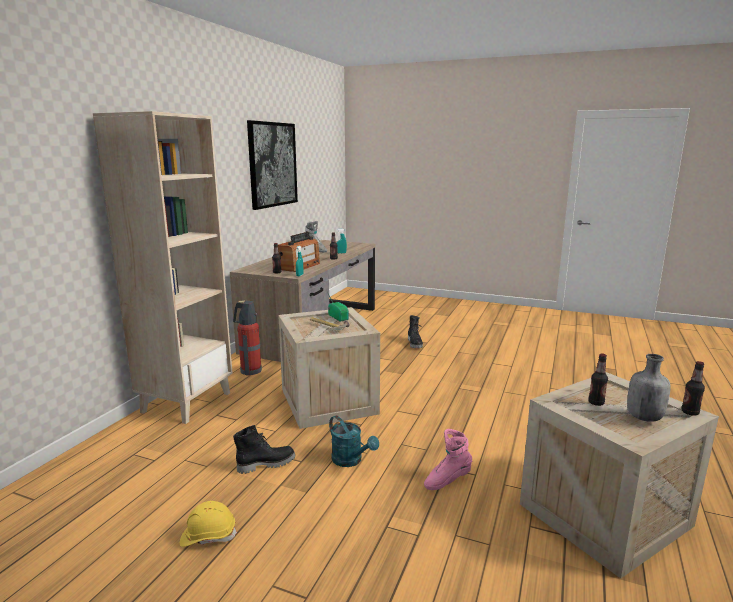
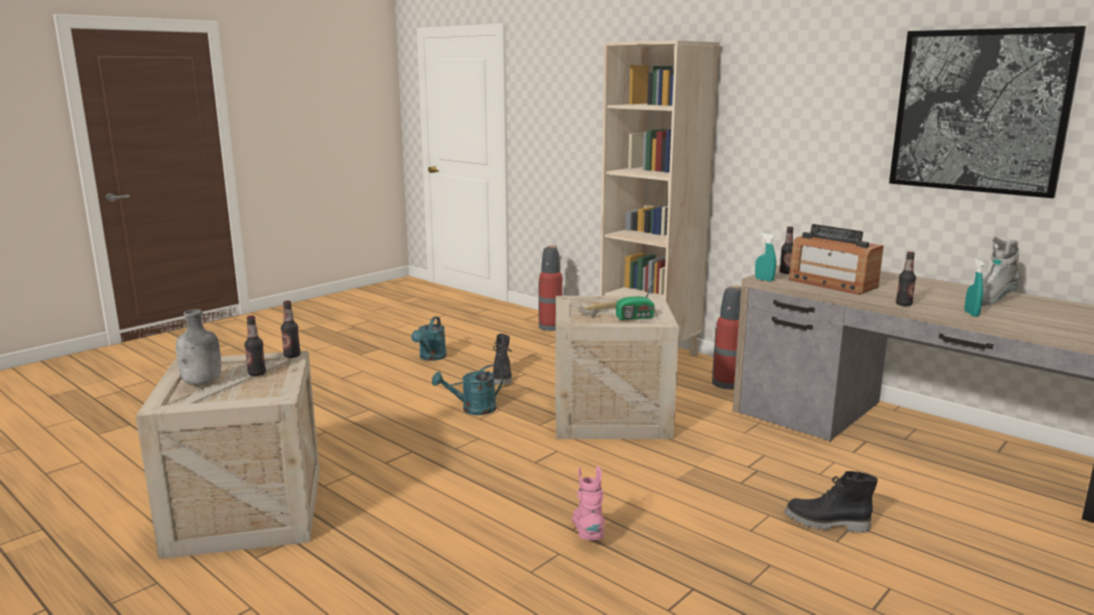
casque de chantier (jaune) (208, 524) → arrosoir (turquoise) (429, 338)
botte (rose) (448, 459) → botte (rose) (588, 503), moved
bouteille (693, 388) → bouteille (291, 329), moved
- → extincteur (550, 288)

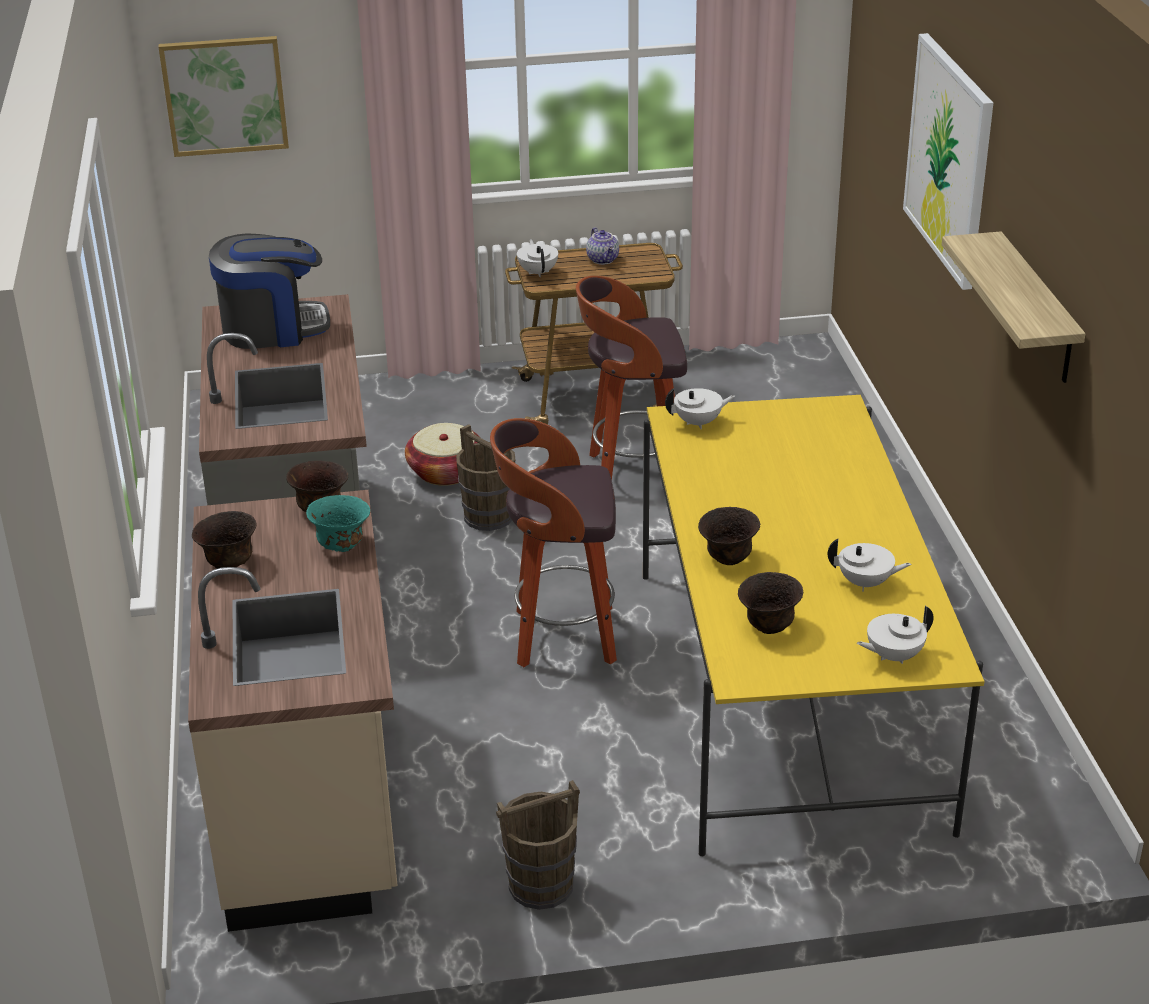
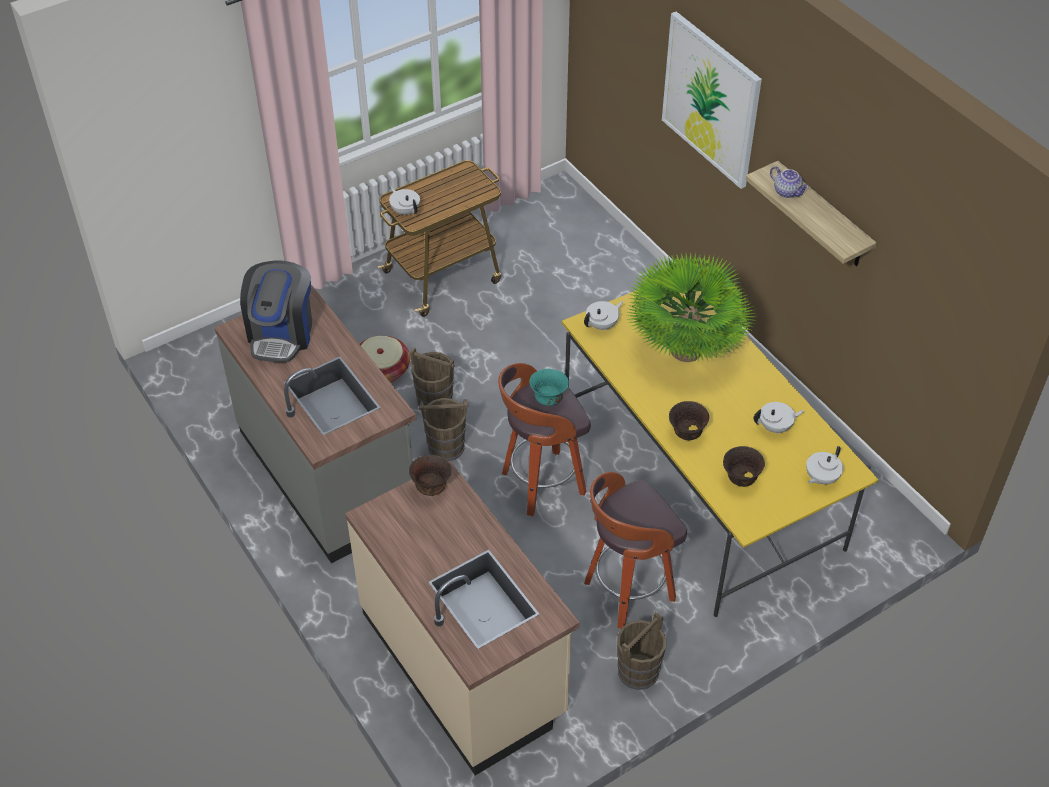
tableau (224, 96) → -
bol (marron) (224, 540) → -
machine à café (269, 291) → machine à café (276, 311), 135 degrees clockwise
bol (turquoise) (338, 523) → bol (turquoise) (549, 387), moved
tabouret (631, 378) → tabouret (635, 550), moved
théière (602, 246) → théière (789, 182), moved
- → seau (marron) (443, 429)
- → plante en pot (692, 307)

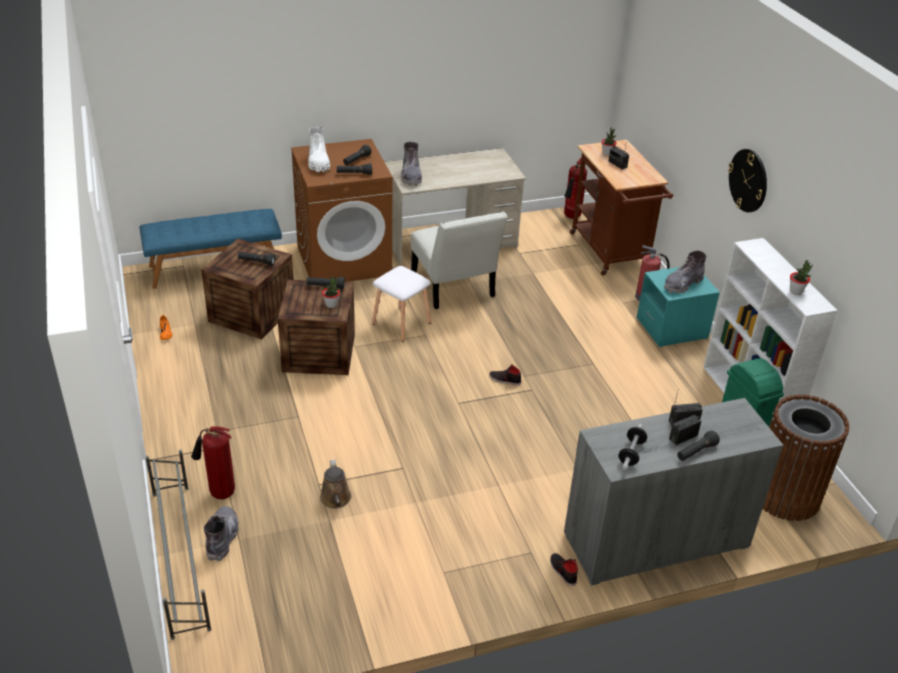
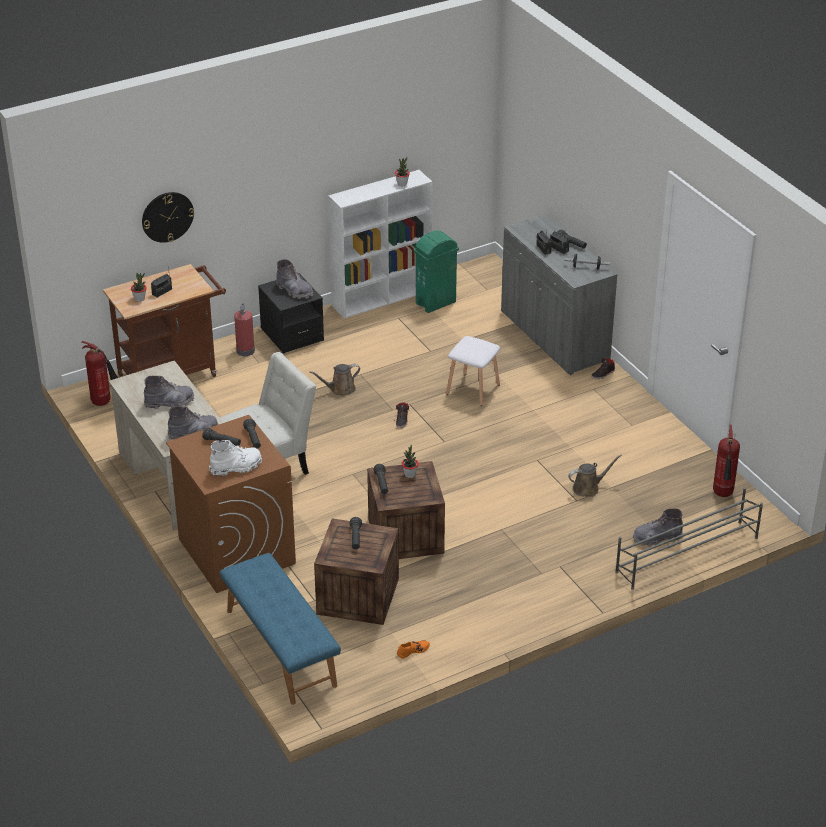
extincteur (213, 463) → extincteur (726, 461), moved
tabouret (blanc) (401, 304) → tabouret (blanc) (473, 371), moved
table de chevet (turquoise) (678, 307) → table de chevet (noir) (291, 313)
horloge murale (747, 180) → horloge murale (168, 217), moved
poubelle (marron) (806, 457) → -
- → botte (gris) (169, 392)
- → arrosoir (marron) (334, 379)

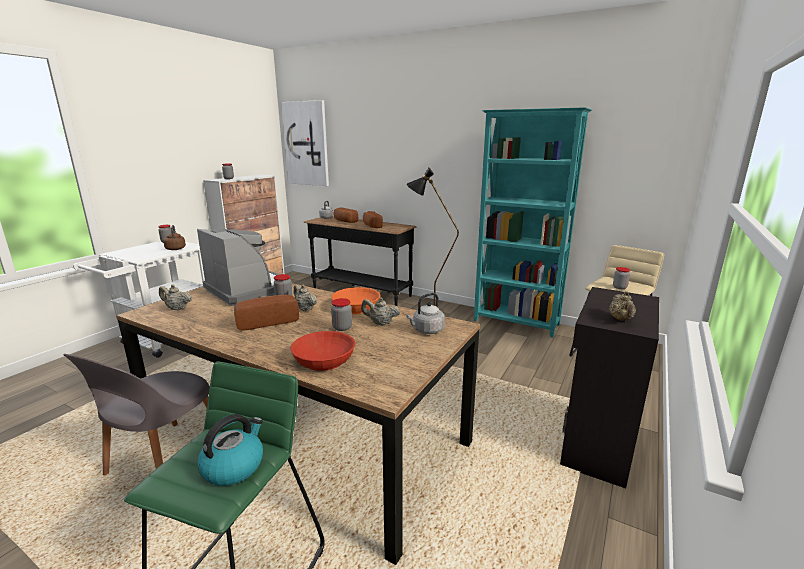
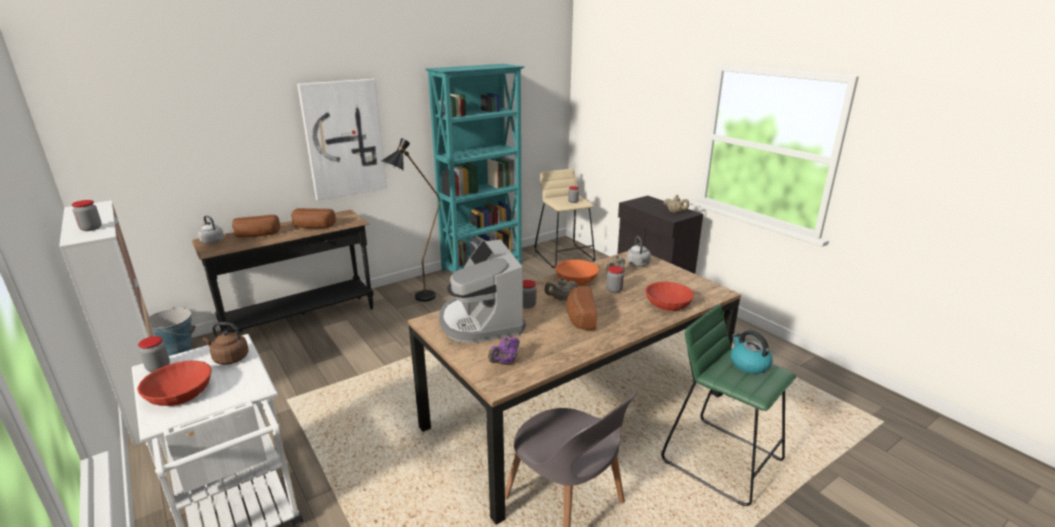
théière (beige) (175, 297) → théière (violet) (504, 350)
machine à café (238, 267) → machine à café (482, 291), 90 degrees counterclockwise
tableau (305, 143) → tableau (342, 140), moved
- → bol (rouge) (174, 383)
- → seau (172, 331)

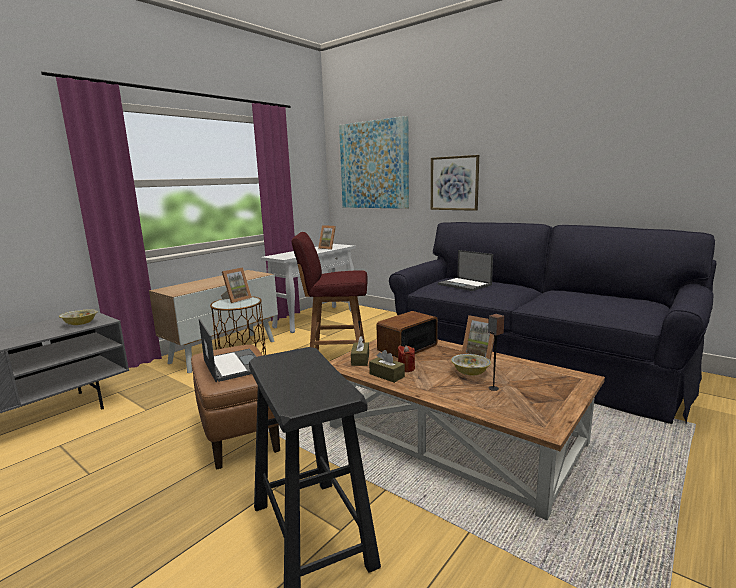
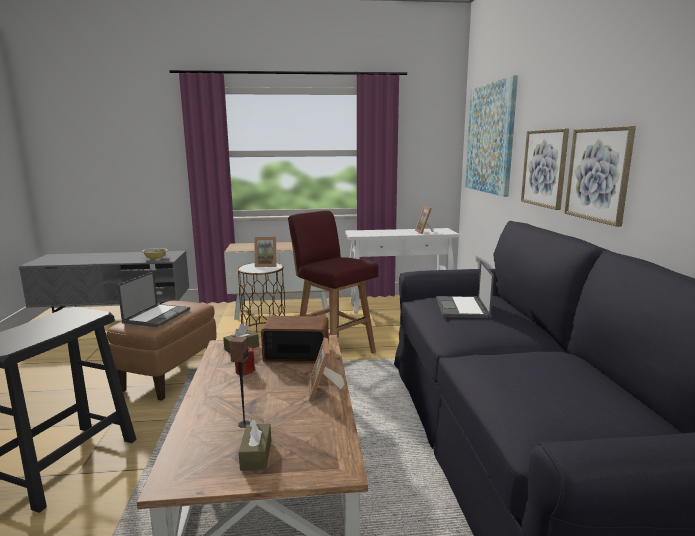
boîte à mouchoirs (marron) (387, 366) → boîte à mouchoirs (marron) (255, 445), moved
bol (471, 365) → -
- → tableau (600, 176)

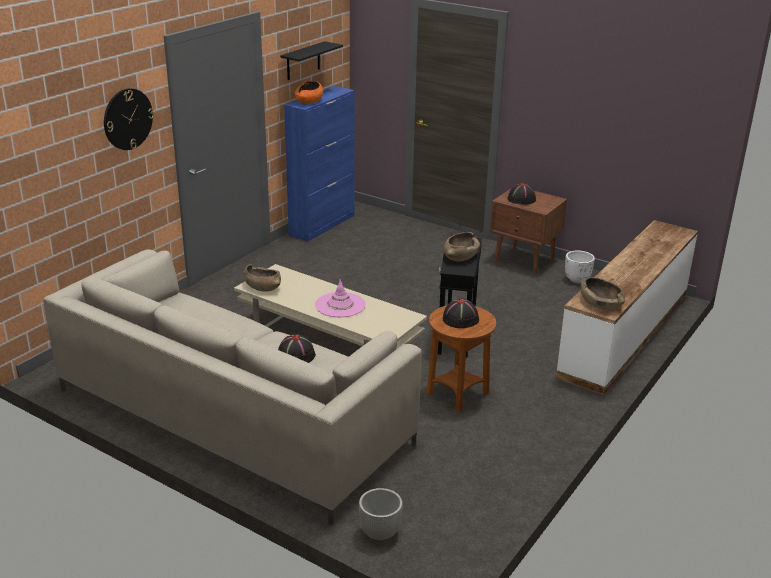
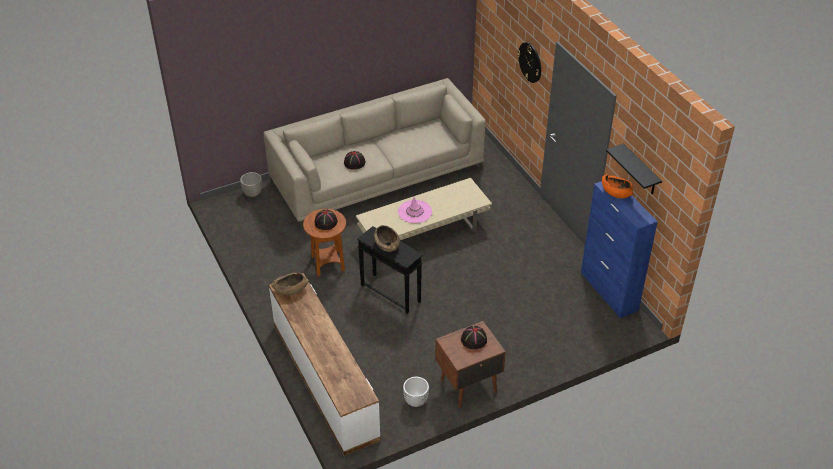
bol (marron) (262, 278) → -

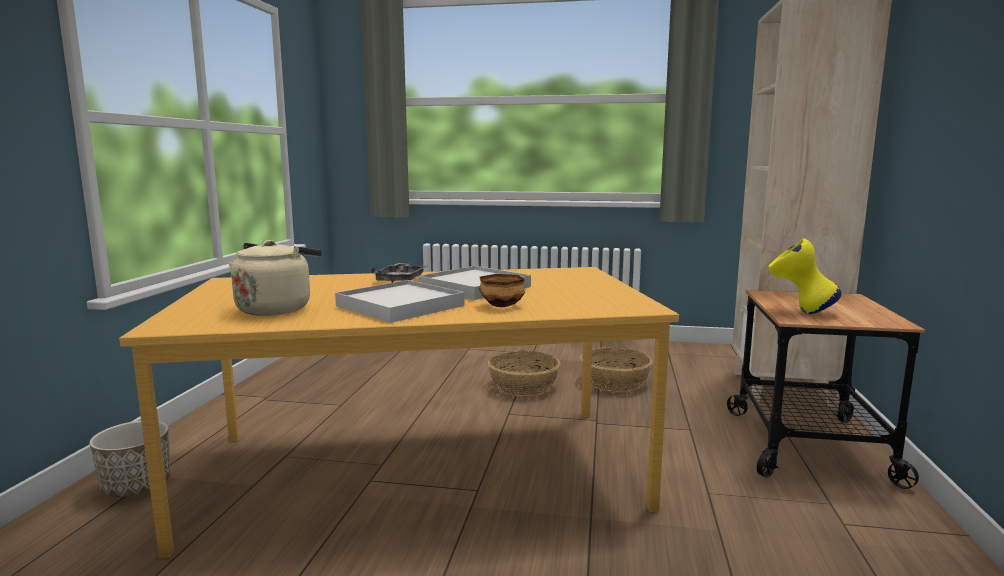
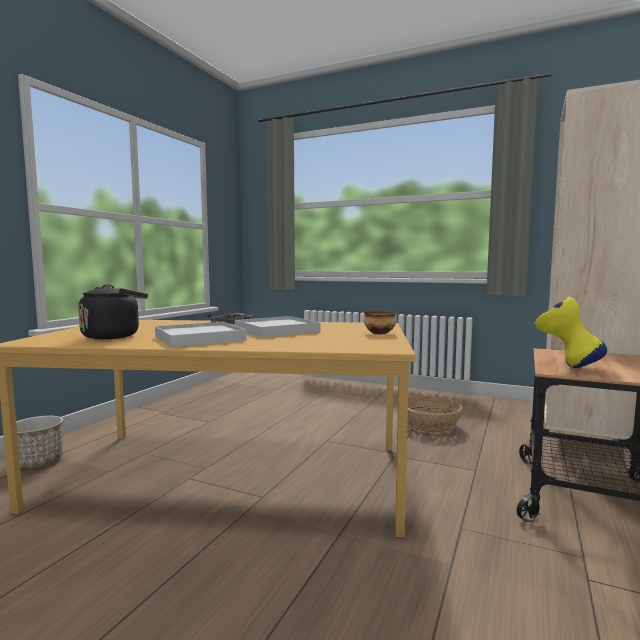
bouilloire (beige) (275, 278) → bouilloire (noir) (113, 311)
bol (502, 290) → bol (379, 323), moved
panier (524, 373) → -

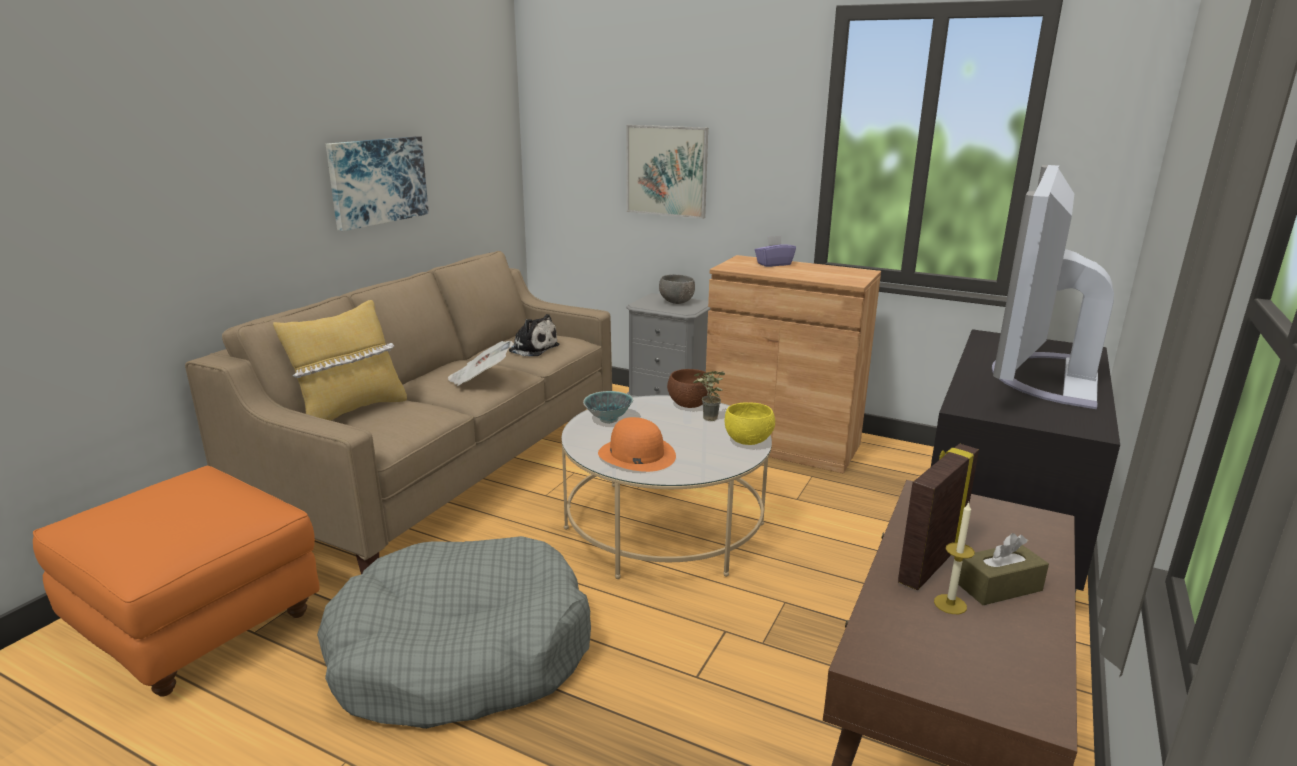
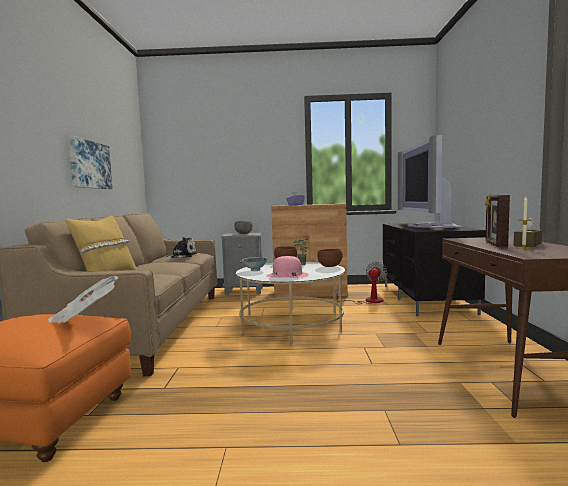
panier pour chien (gris) (454, 632) → -
journal (480, 363) → journal (82, 299), moved
chapeau (orange) (637, 444) → chapeau (rose) (288, 267)
tableau (667, 172) → -
bol (jaune) (750, 423) → bol (marron) (330, 258)
- → ventilateur (361, 282)

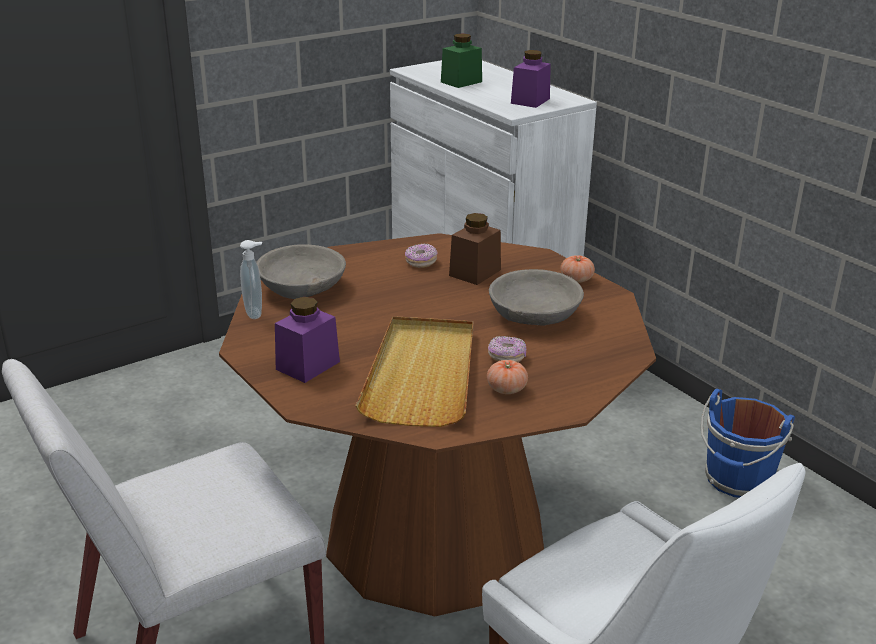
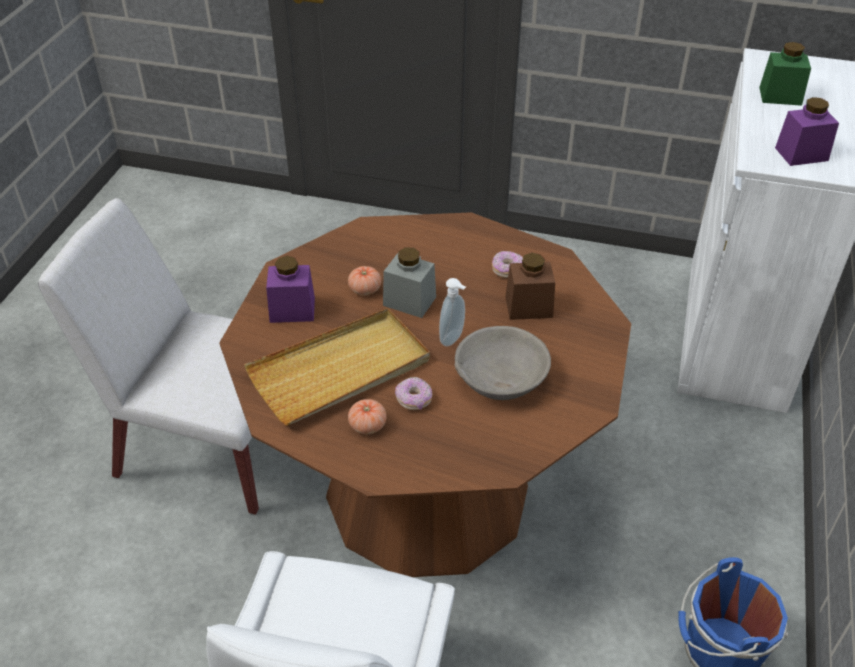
distributeur de savon (251, 279) → distributeur de savon (452, 312), moved
bol (gris) (301, 271) → -
tomate (577, 269) → tomate (364, 280), moved
- → bocal (gris) (409, 283)

